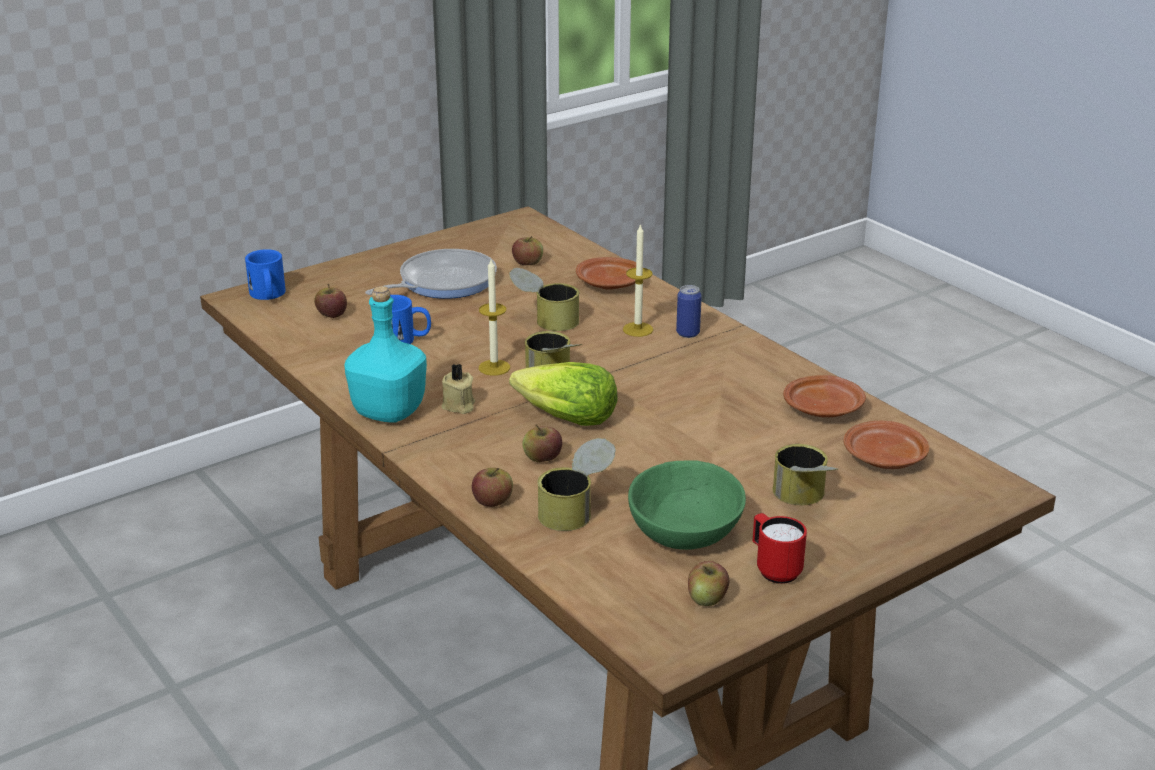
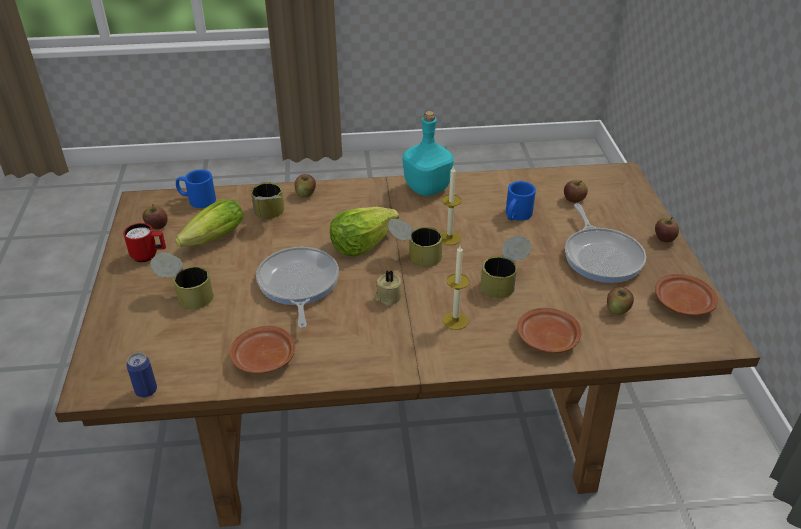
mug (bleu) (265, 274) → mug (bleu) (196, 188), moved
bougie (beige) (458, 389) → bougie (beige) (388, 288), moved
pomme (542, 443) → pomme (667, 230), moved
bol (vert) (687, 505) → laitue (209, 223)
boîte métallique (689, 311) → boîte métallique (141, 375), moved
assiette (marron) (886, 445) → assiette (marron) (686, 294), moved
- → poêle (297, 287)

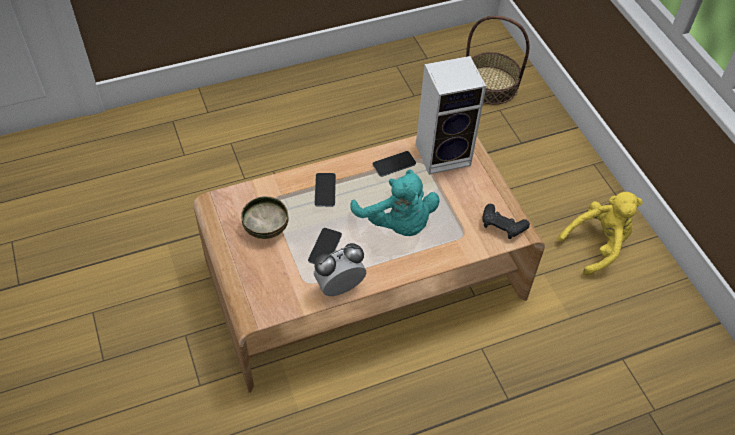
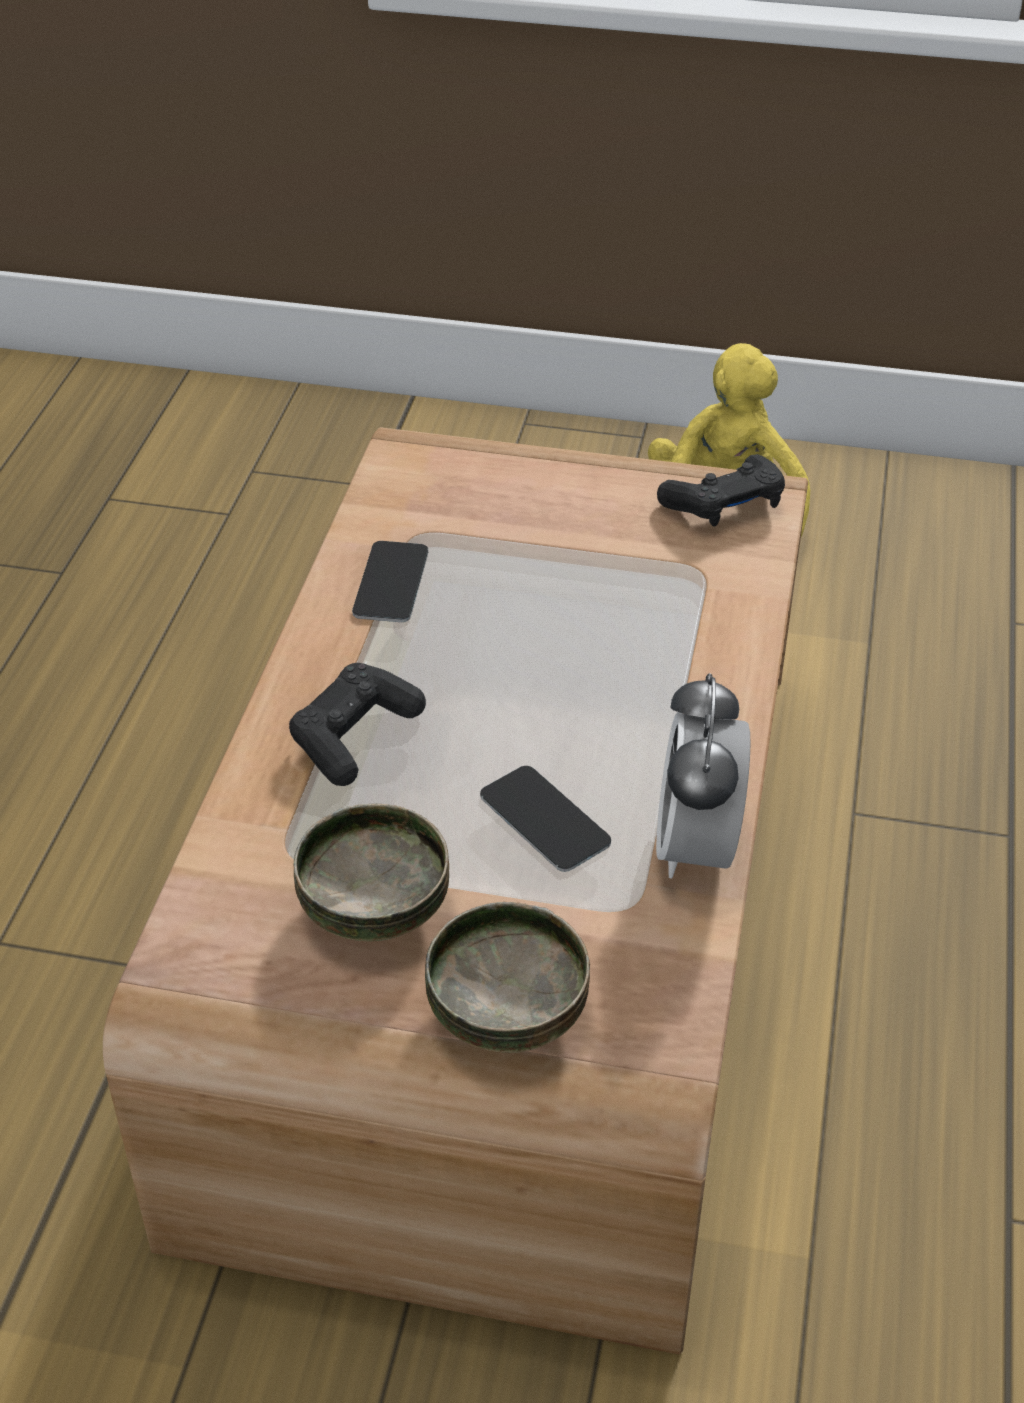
téléphone (325, 190) → manette (noir) (357, 724)
peluche (turquoise) (395, 203) → -
enceinte (451, 115) → -
panier (498, 60) → -
- → bol (507, 977)

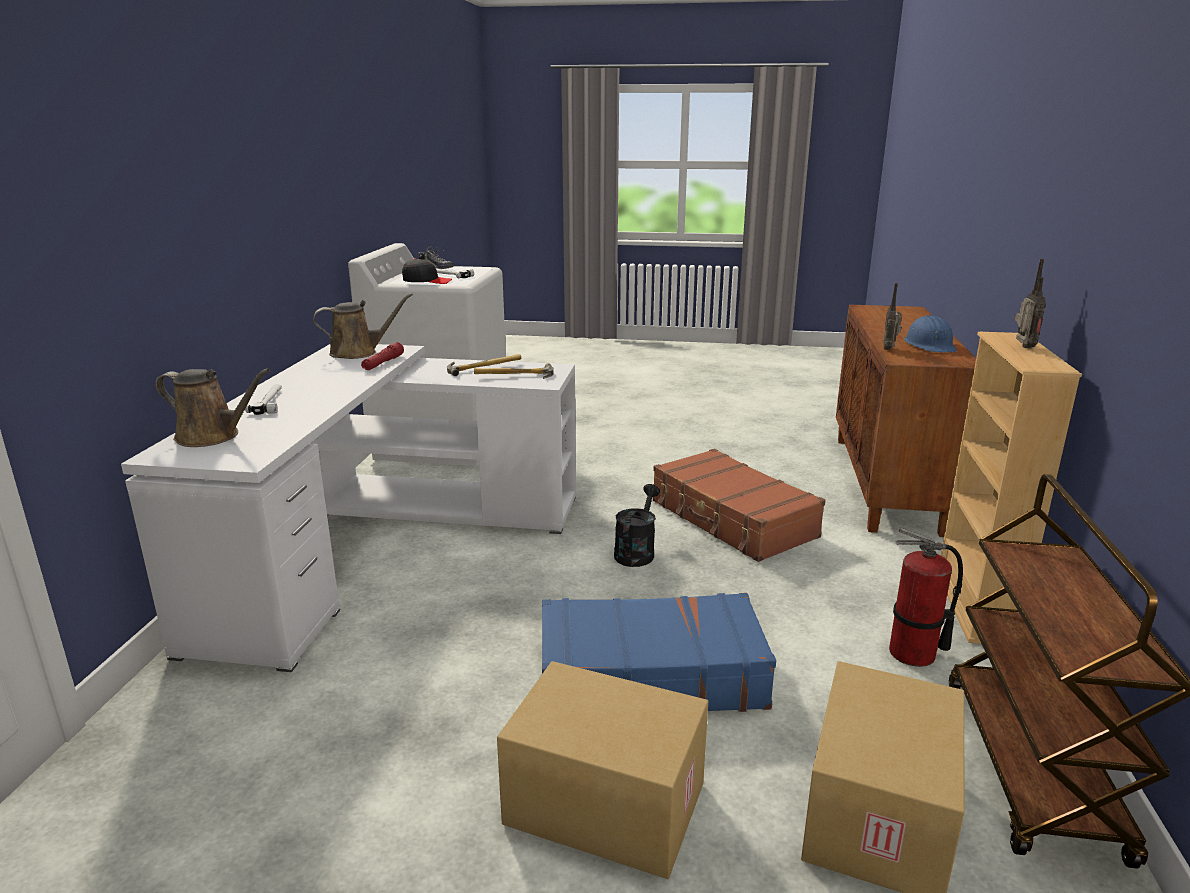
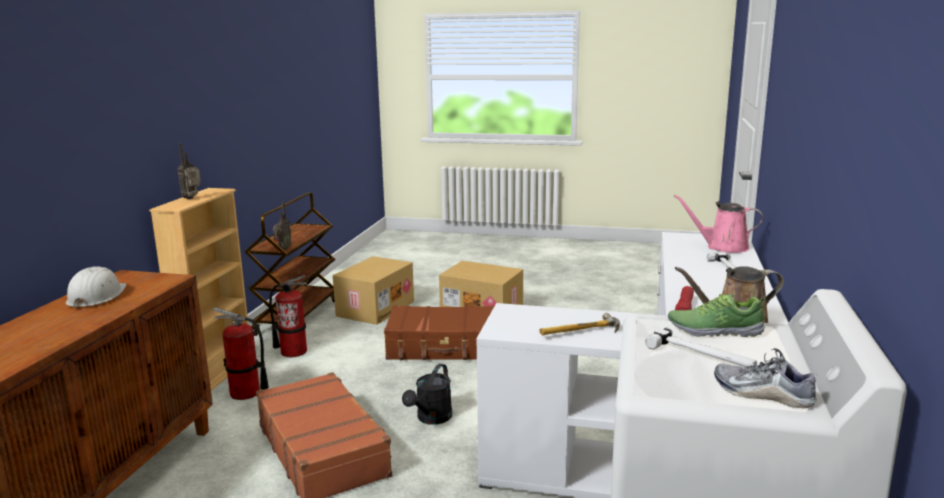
arrosoir (marron) (212, 408) → arrosoir (rose) (718, 224)
casquette (noir) (427, 271) → chaussure (717, 315)
marteau (514, 371) → -
valise (bleu) (659, 652) → valise (marron) (439, 332)
radio (892, 316) → radio (282, 225), moved
casque de chantier (bleu) (930, 333) → casque de chantier (blanc) (96, 288)
- → extincteur (241, 354)

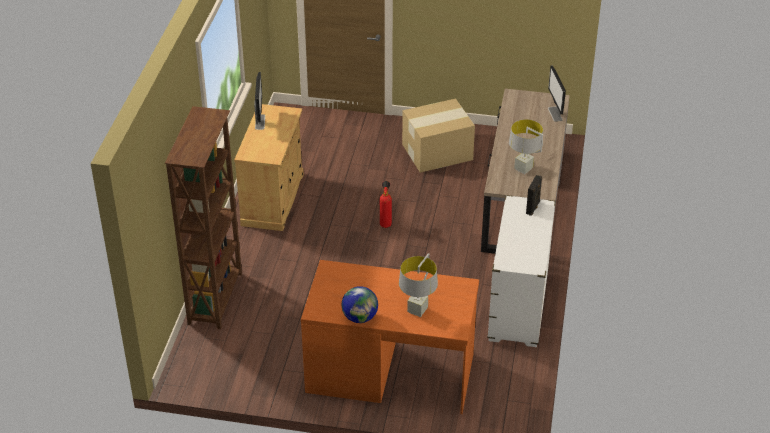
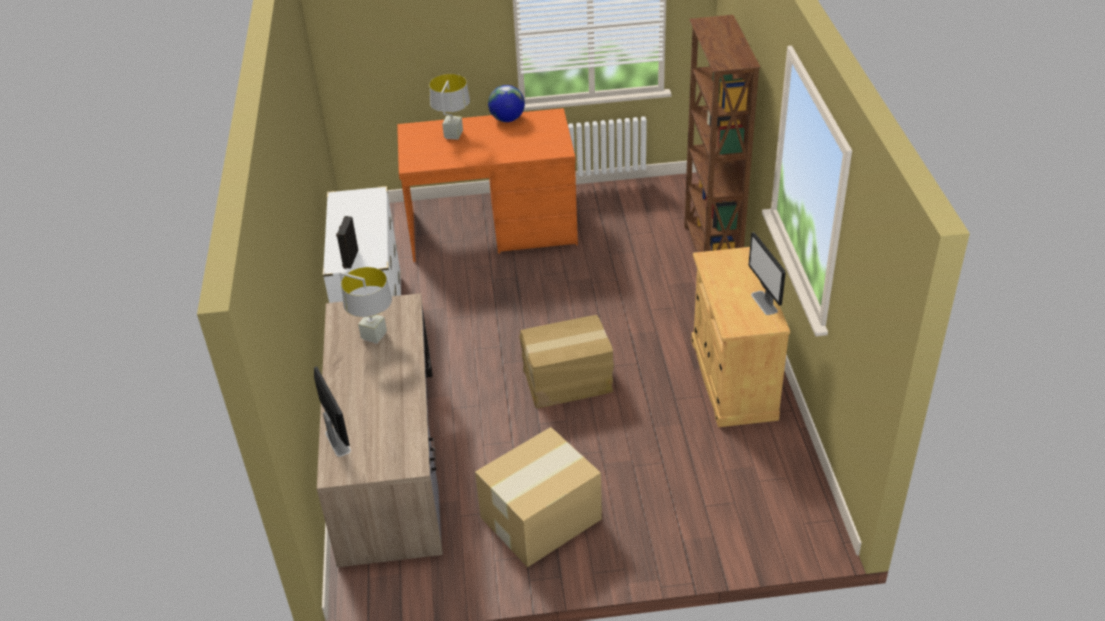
extincteur (386, 204) → carton (566, 361)

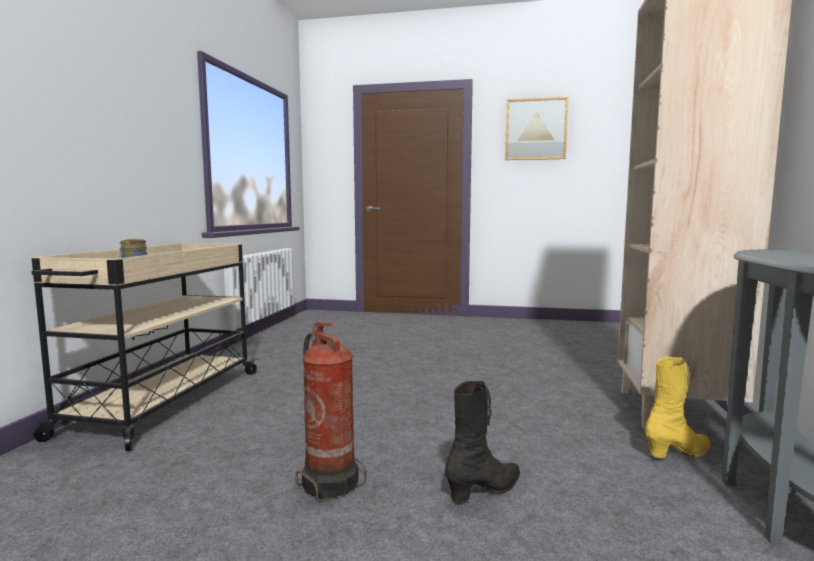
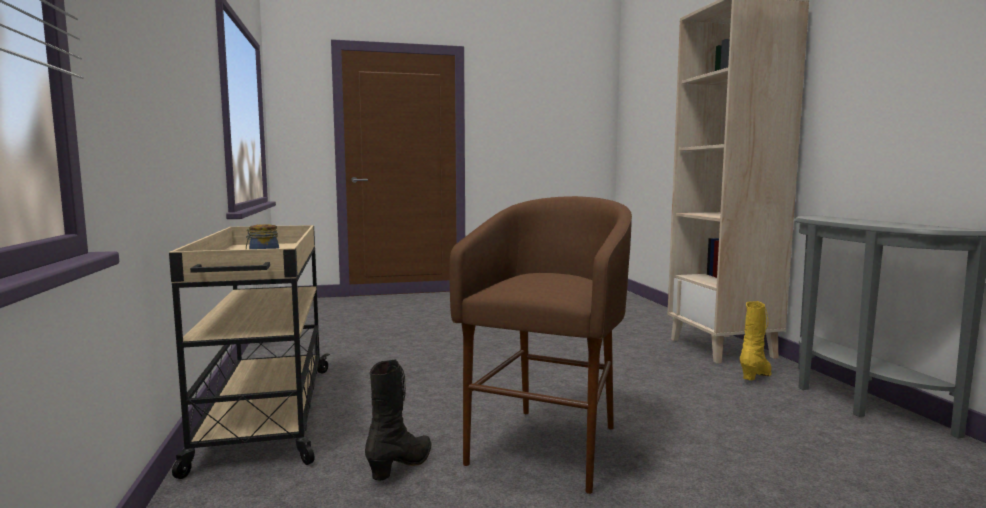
extincteur (331, 412) → tabouret (marron) (541, 345)
botte (noir) (482, 441) → botte (noir) (398, 420), moved
tableau (536, 128) → -

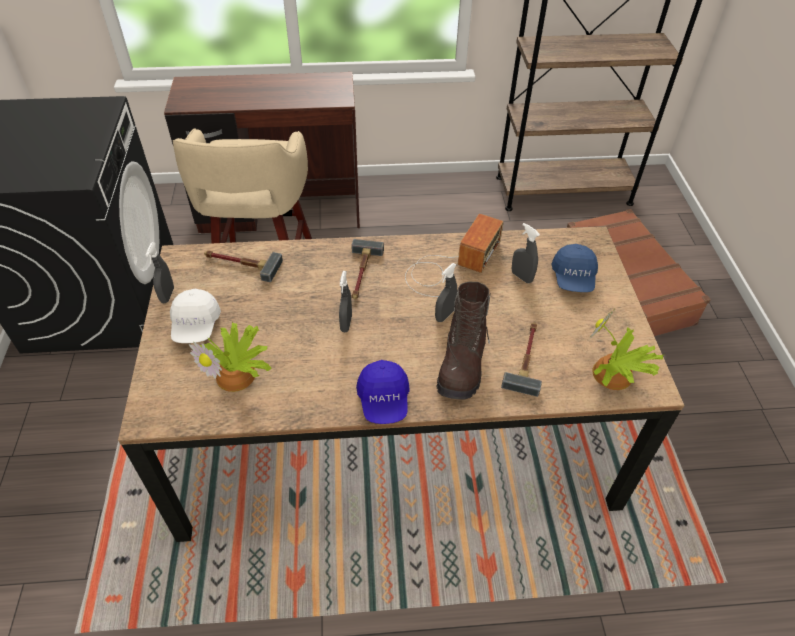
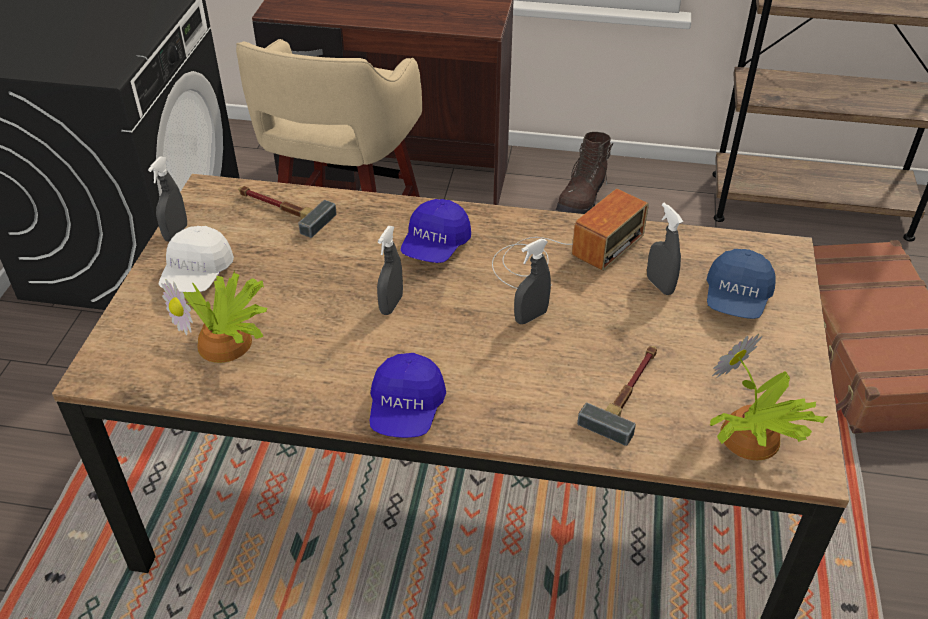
marteau (367, 269) → casquette (bleu) (435, 231)
botte (marron) (464, 340) → botte (marron) (584, 173), moved

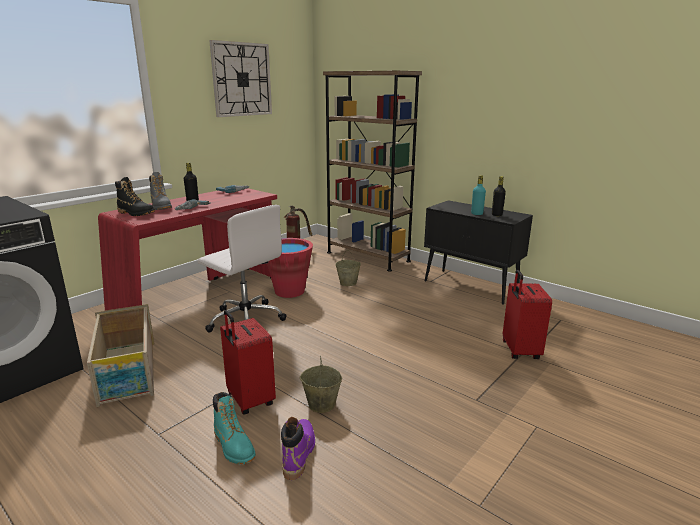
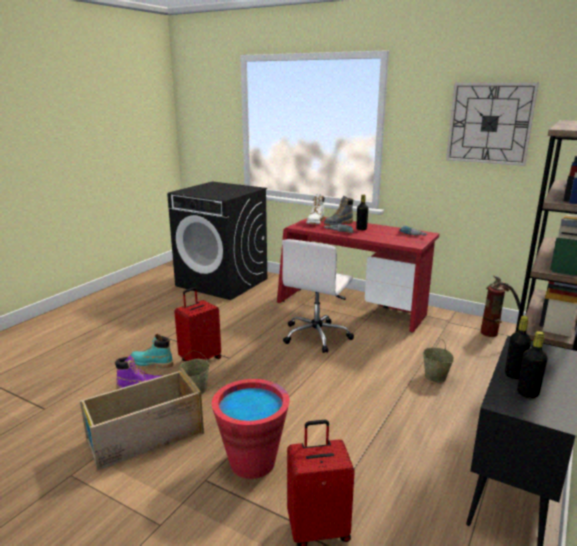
caisse (121, 355) → caisse (142, 419), moved
botte (noir) (135, 196) → botte (blanc) (315, 209)
botte (turquoise) (234, 428) → botte (turquoise) (152, 351), 60 degrees clockwise
seau (rouge) (290, 268) → seau (rouge) (251, 429), moved
bouteille (turquoise) (478, 195) → bouteille (noir) (518, 347)

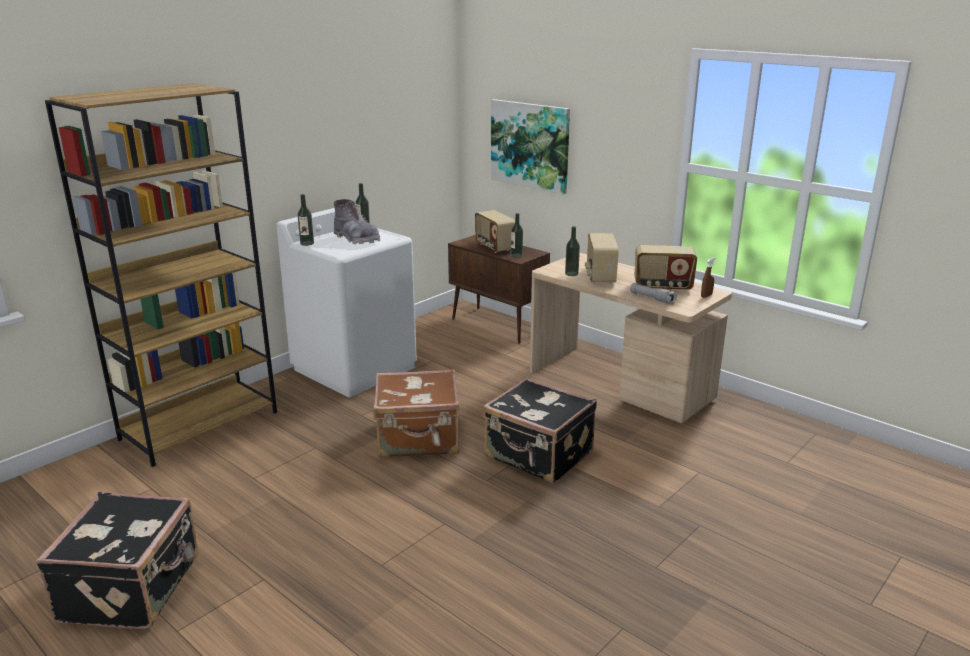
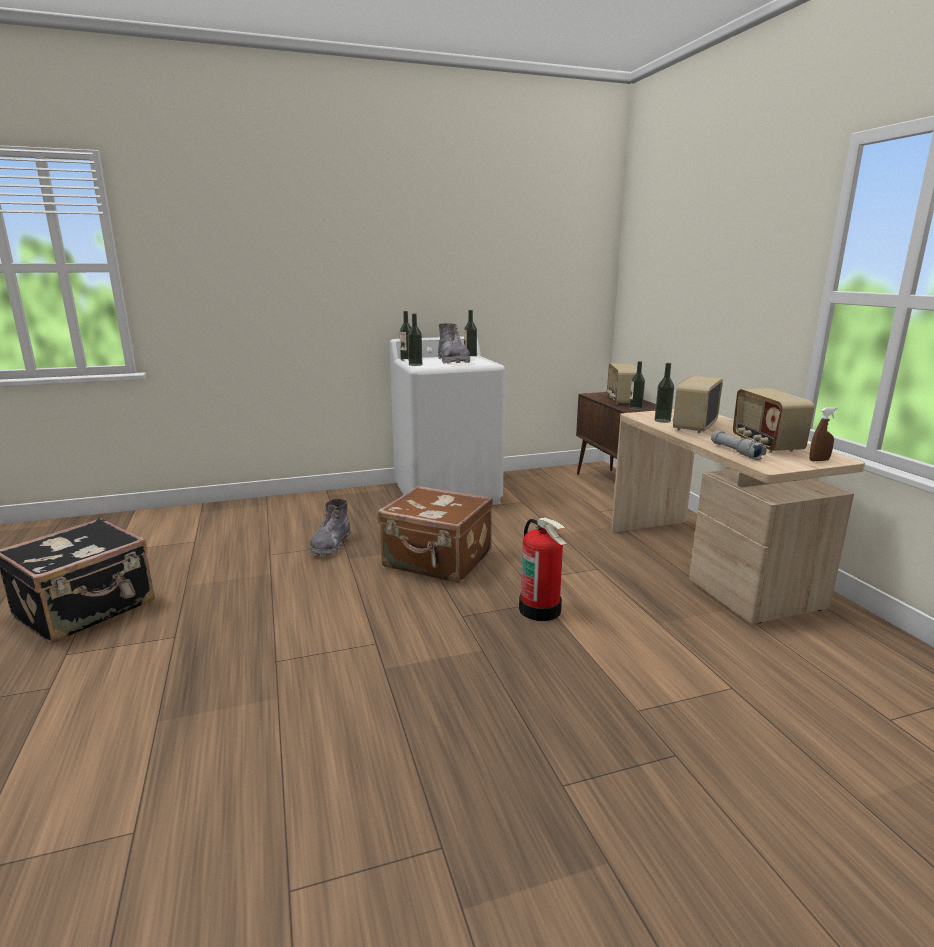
bibliothèque (marron) (161, 275) → -
valise (noir) (540, 431) → extincteur (542, 569)
tableau (530, 147) → -
radio (665, 268) → radio (773, 420), 45 degrees clockwise
- → botte (gris) (330, 528)
- → bouteille (415, 339)

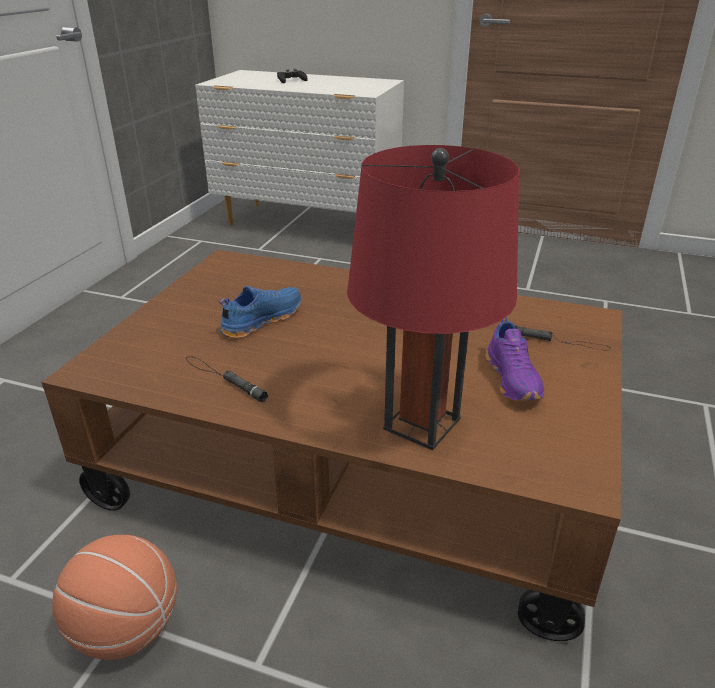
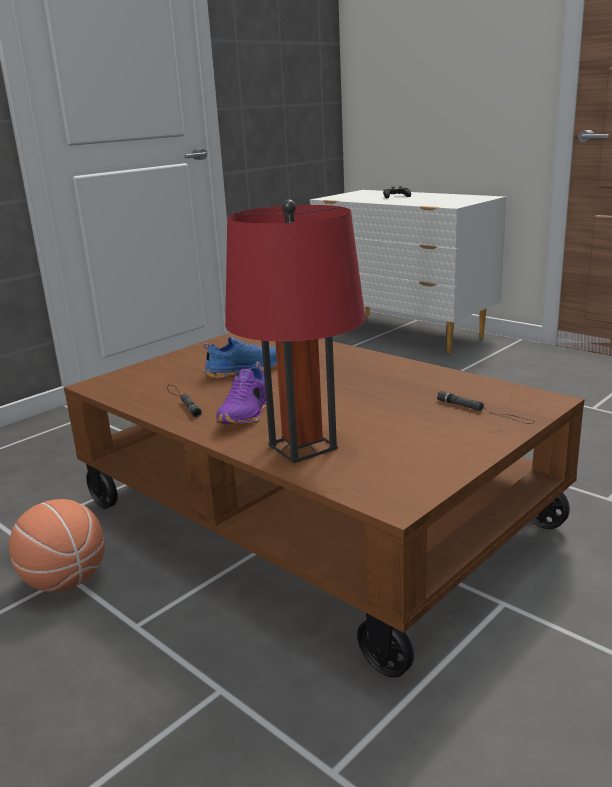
chaussure (violet) (514, 359) → chaussure (violet) (241, 393), moved

